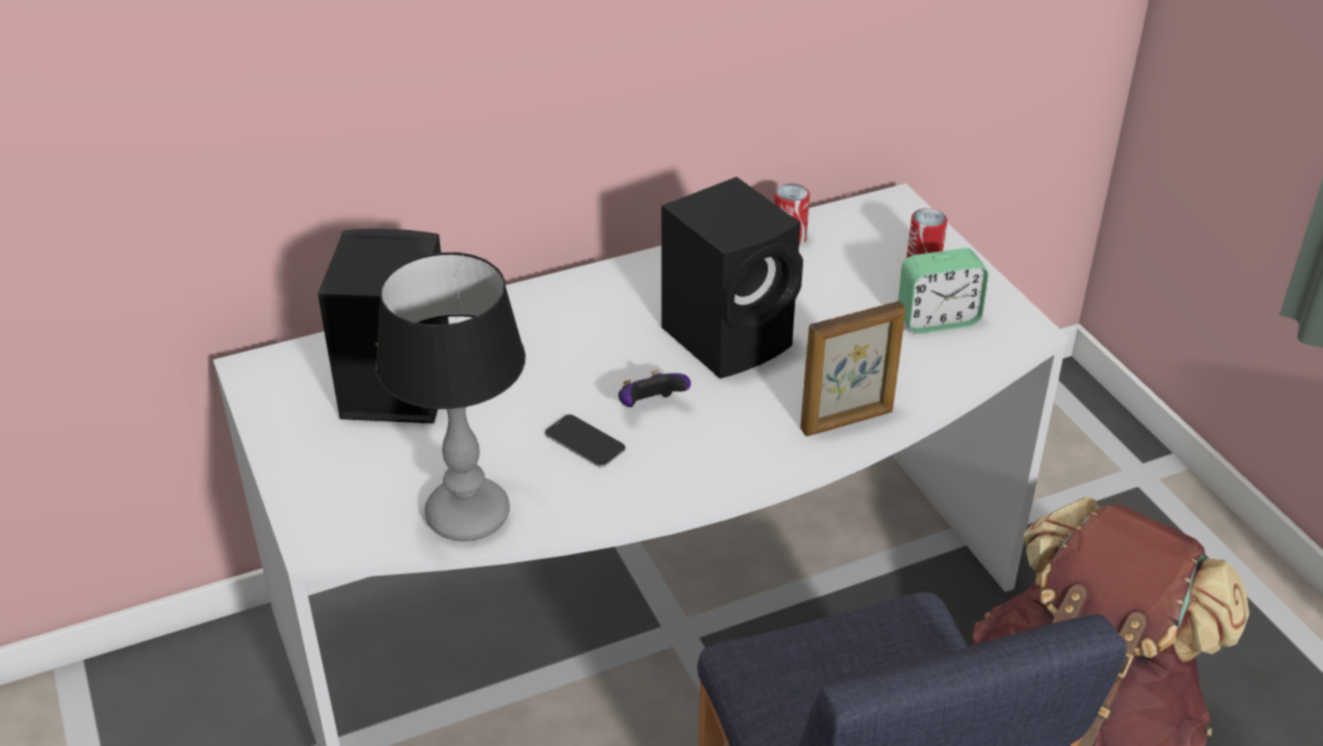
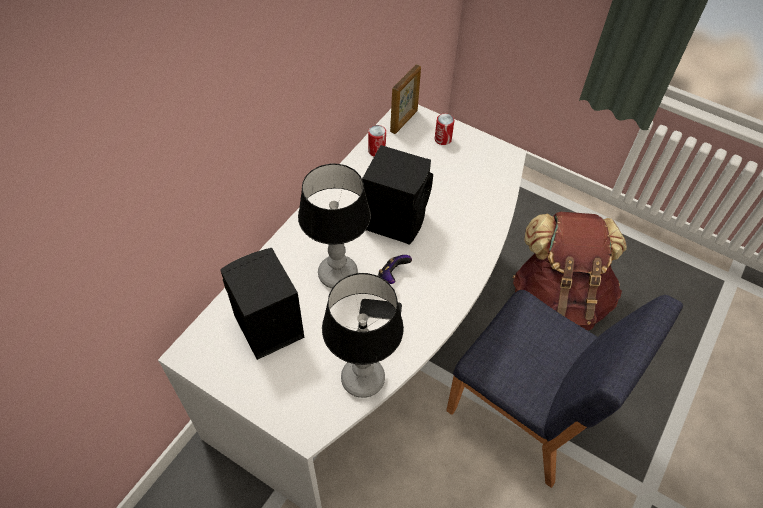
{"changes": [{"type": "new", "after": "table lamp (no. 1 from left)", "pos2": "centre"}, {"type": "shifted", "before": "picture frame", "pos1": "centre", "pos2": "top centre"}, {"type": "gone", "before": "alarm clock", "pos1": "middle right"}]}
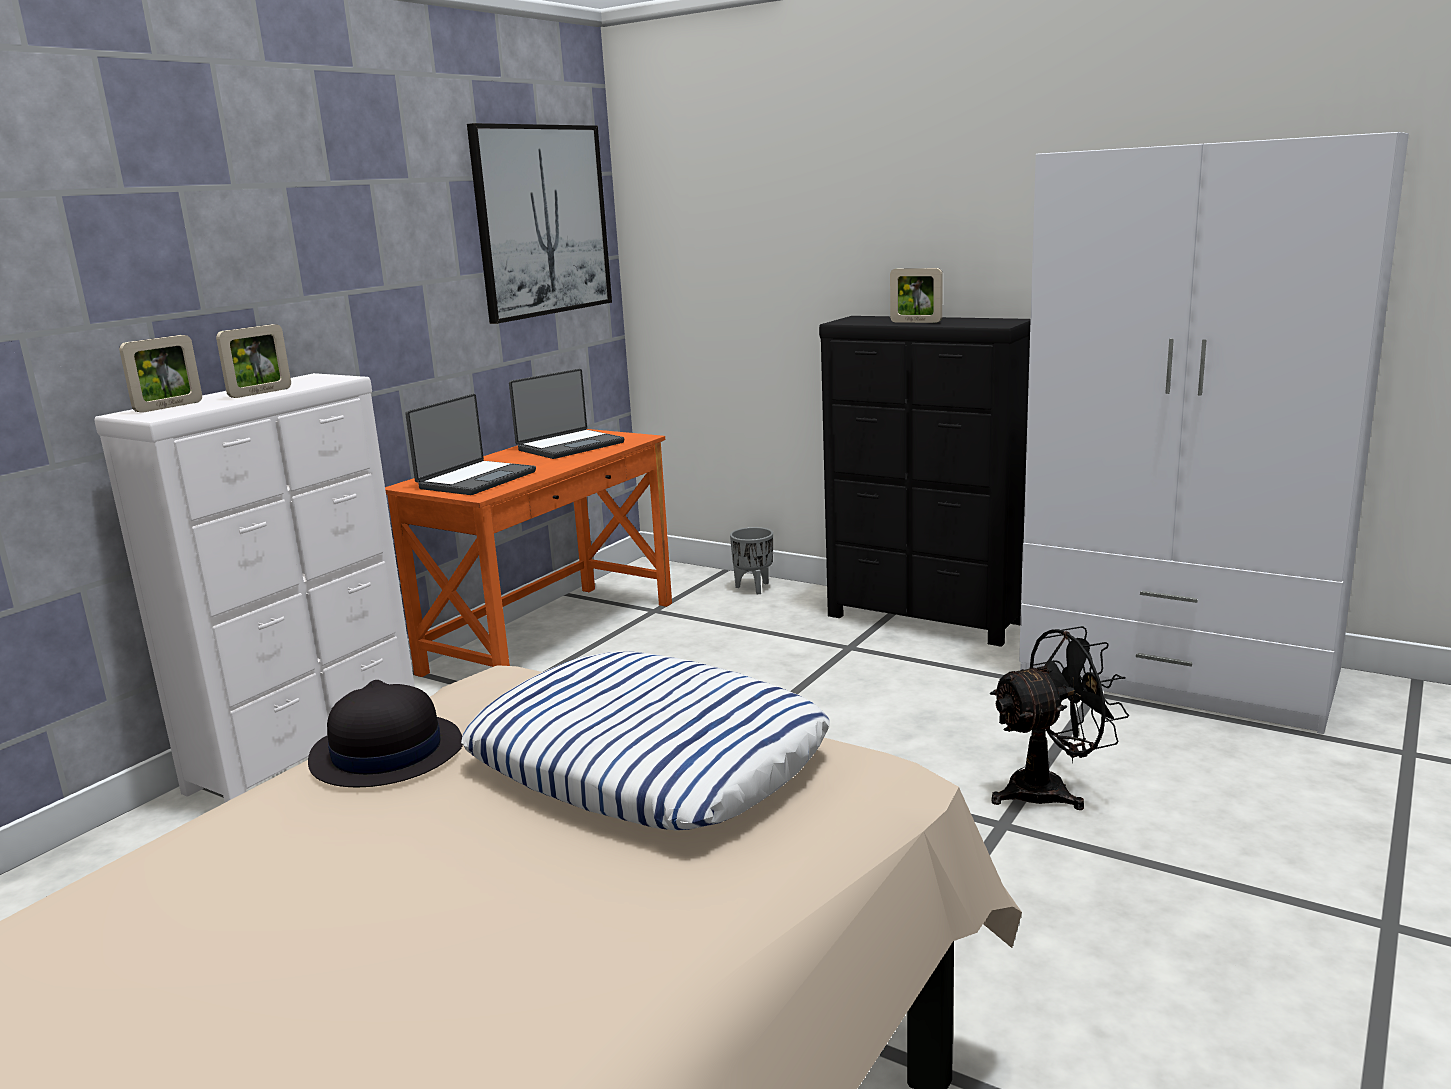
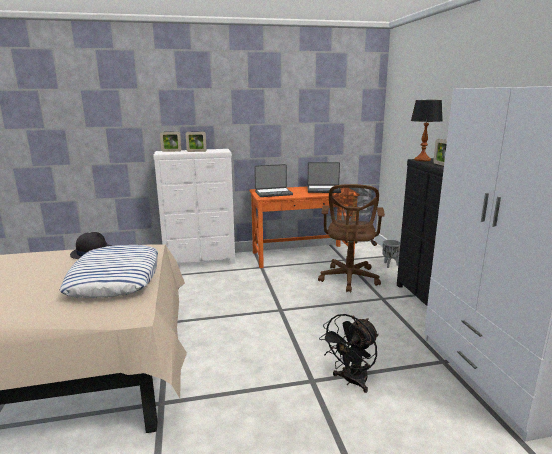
{"changes": [{"type": "new", "after": "brown office chair", "pos2": "centre"}, {"type": "rotated", "before": "black fan", "pos1": "middle right", "pos2": "bottom centre", "turn": 105}, {"type": "new", "after": "table lamp", "pos2": "top right"}, {"type": "gone", "before": "picture", "pos1": "top centre"}]}
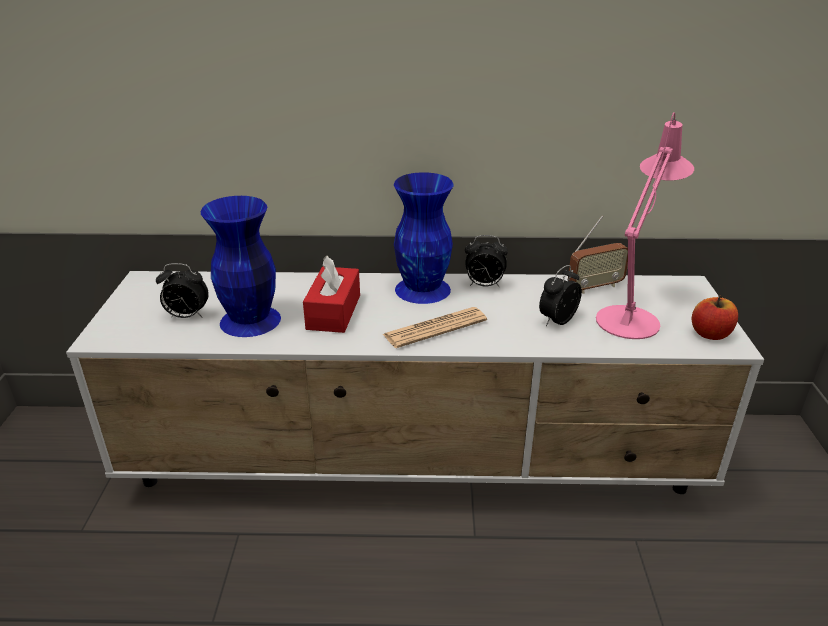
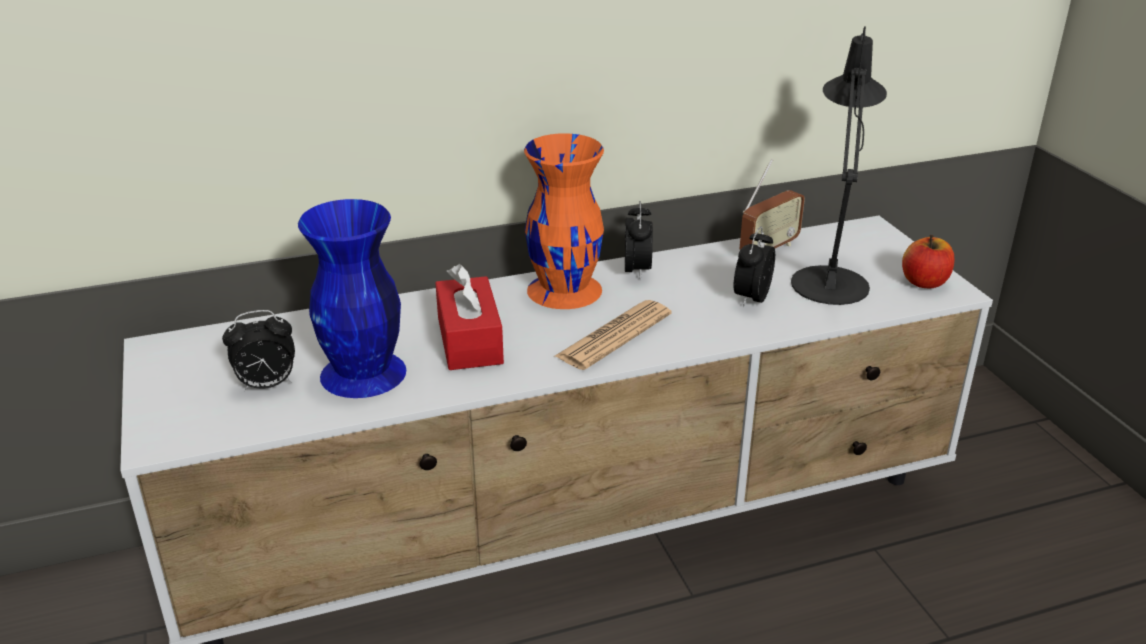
{"changes": [{"type": "repainted", "before": "blue vase (no. 2 from left)", "after": "orange vase", "pos1": "centre", "pos2": "centre"}, {"type": "rotated", "before": "alarm clock (no. 2 from left)", "pos1": "centre", "pos2": "centre", "turn": -75}, {"type": "repainted", "before": "pink table lamp", "after": "black table lamp", "pos1": "middle right", "pos2": "top right"}]}
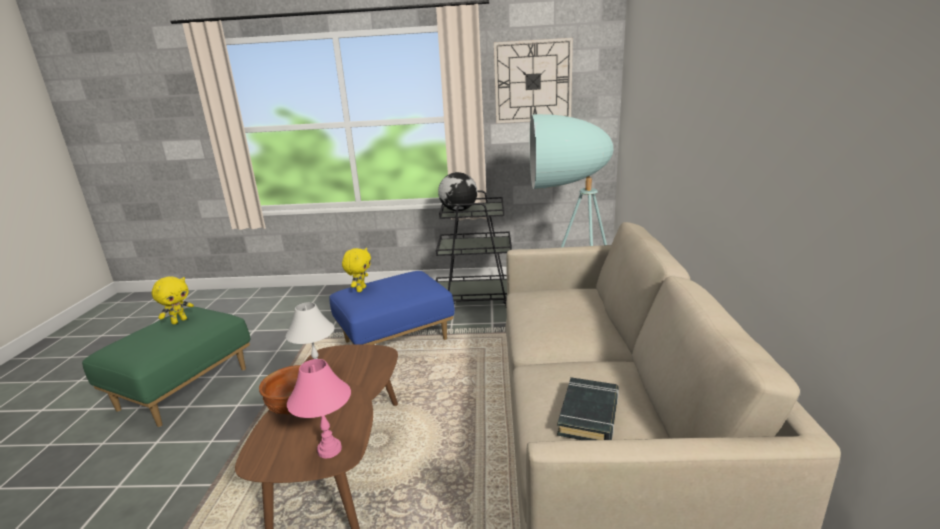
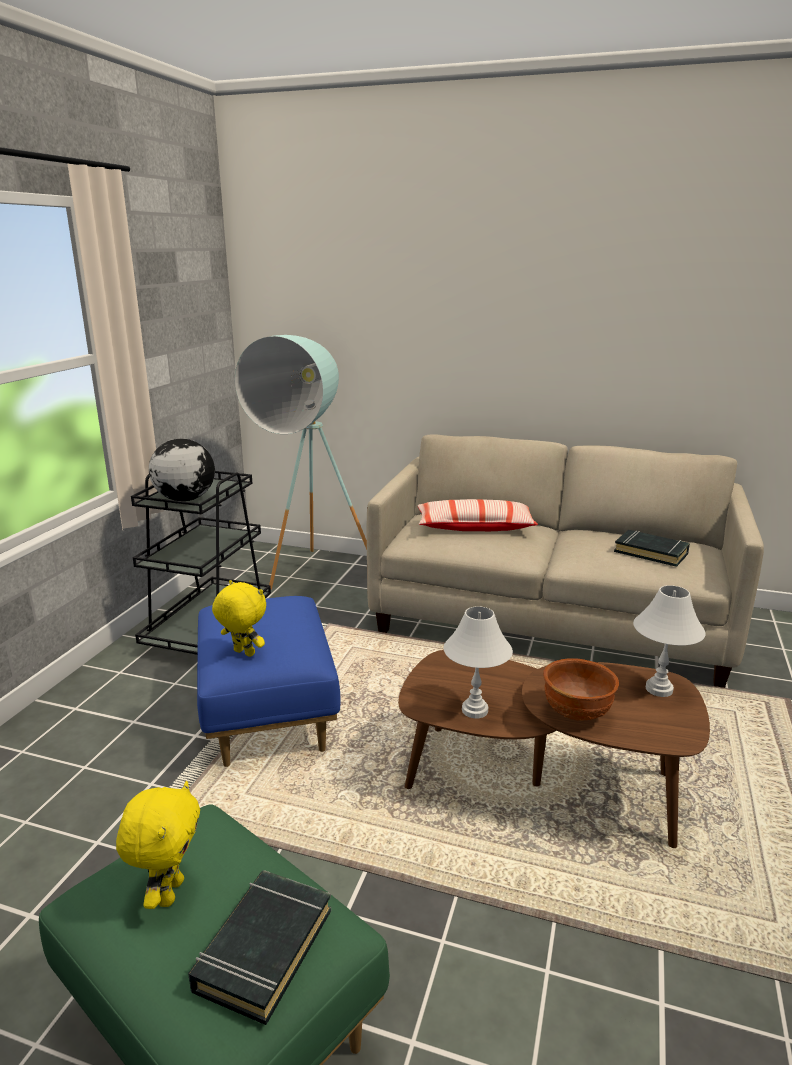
{"changes": [{"type": "rotated", "before": "yellow plush toy (no. 1 from left)", "pos1": "middle left", "pos2": "bottom left", "turn": 45}, {"type": "new", "after": "black book (no. 1 from left)", "pos2": "bottom left"}, {"type": "new", "after": "pillow", "pos2": "centre"}, {"type": "repainted", "before": "pink table lamp", "after": "white table lamp (no. 2 from left)", "pos1": "bottom centre", "pos2": "middle right"}, {"type": "gone", "before": "wall clock", "pos1": "top centre"}]}
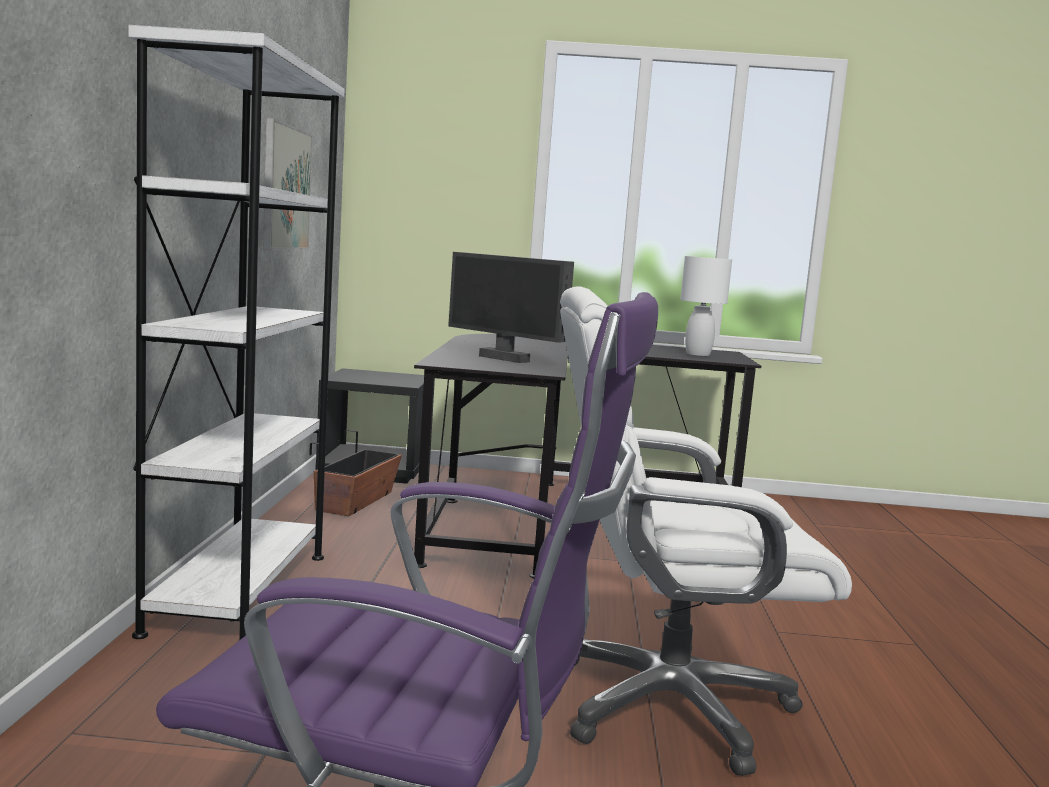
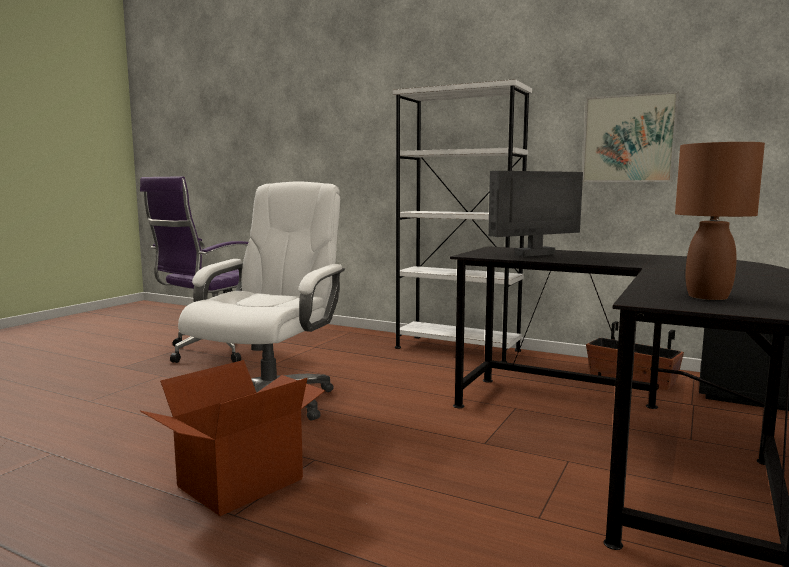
{"changes": [{"type": "new", "after": "cardboard box", "pos2": "bottom left"}, {"type": "repainted", "before": "white table lamp", "after": "brown table lamp", "pos1": "middle right", "pos2": "middle right"}]}
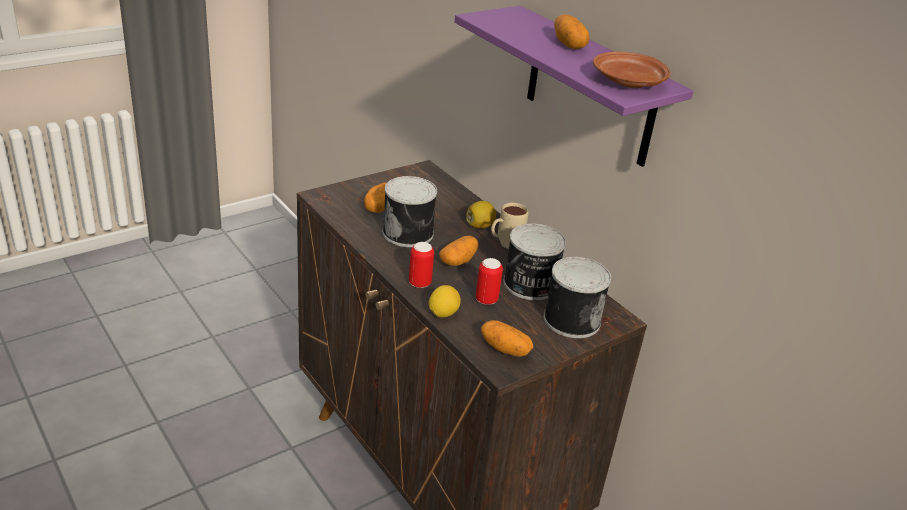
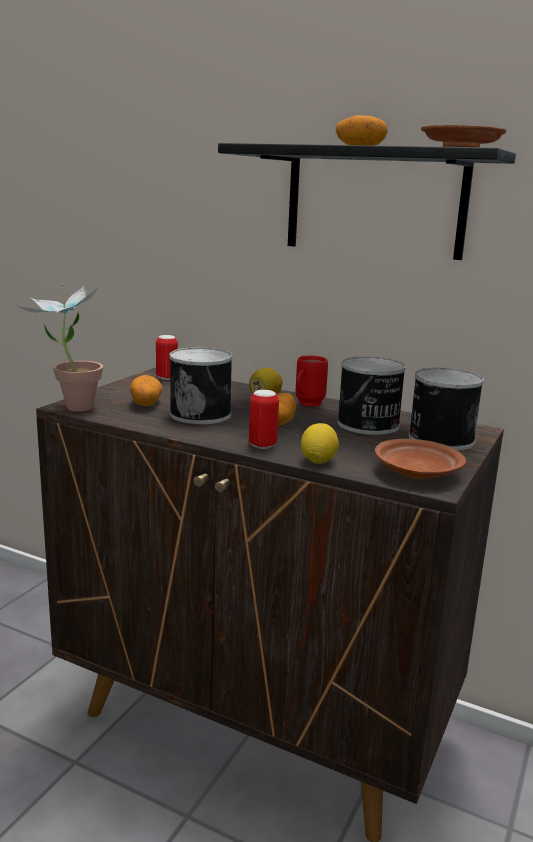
{"changes": [{"type": "new", "after": "potted plant", "pos2": "middle left"}, {"type": "shifted", "before": "can (no. 3 from left in the first image)", "after": "can (no. 1 from left)", "pos1": "centre", "pos2": "middle left"}, {"type": "repainted", "before": "purple shelf", "after": "black shelf", "pos1": "top centre", "pos2": "top right"}, {"type": "repainted", "before": "beige mug", "after": "red mug", "pos1": "centre", "pos2": "centre"}, {"type": "swapped", "before": "potato (no. 3 from left)", "after": "brown plate (no. 1 from left)", "pos1": "centre", "pos2": "middle right"}]}
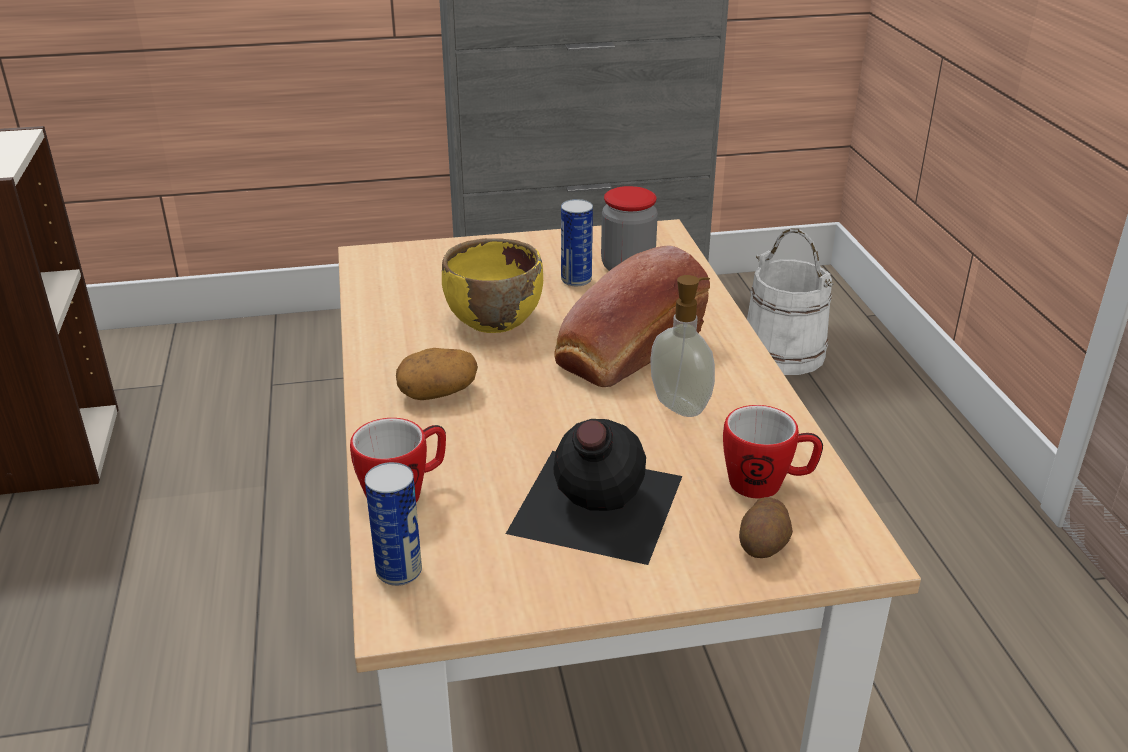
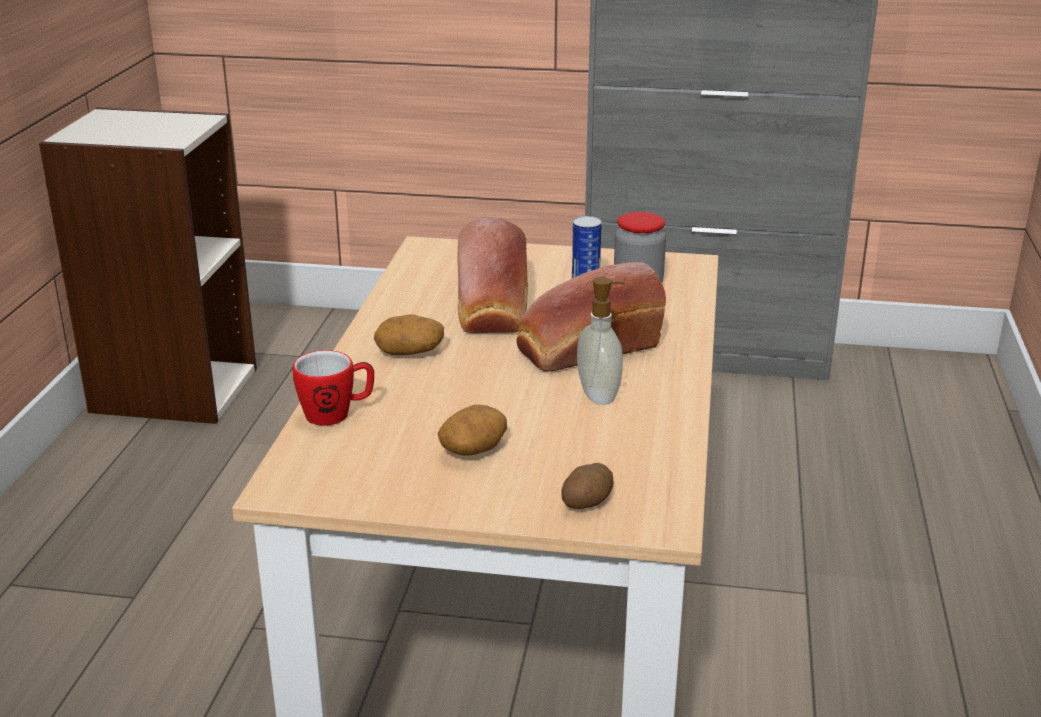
{"changes": [{"type": "swapped", "before": "black bottle", "after": "potato (no. 2 from left)", "pos1": "centre", "pos2": "centre"}, {"type": "swapped", "before": "yellow bowl", "after": "bread (no. 1 from left)", "pos1": "centre", "pos2": "centre"}, {"type": "gone", "before": "can (no. 1 from left)", "pos1": "bottom centre"}, {"type": "gone", "before": "mug (no. 2 from left)", "pos1": "middle right"}, {"type": "gone", "before": "white bucket", "pos1": "middle right"}]}
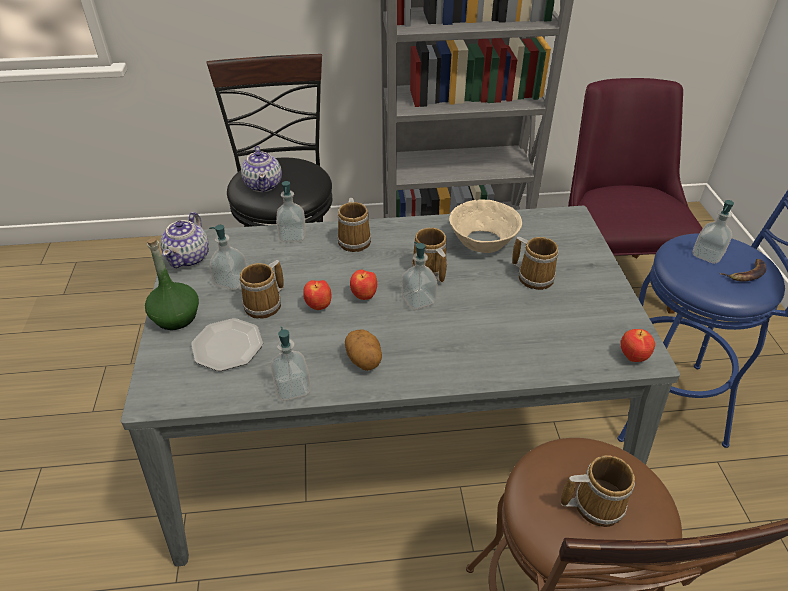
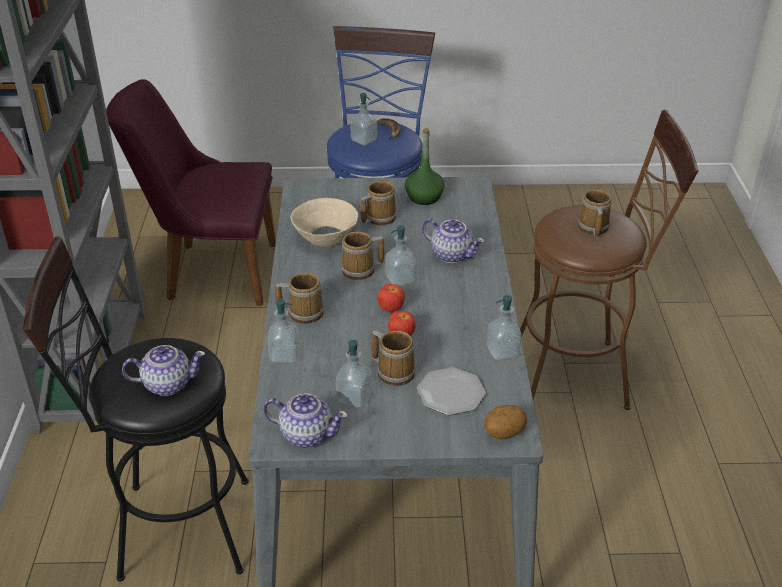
{"changes": [{"type": "shifted", "before": "green bottle", "pos1": "middle left", "pos2": "top centre"}, {"type": "new", "after": "teapot (no. 3 from left)", "pos2": "centre"}, {"type": "shifted", "before": "potato", "pos1": "centre", "pos2": "bottom centre"}, {"type": "gone", "before": "apple (no. 3 from left)", "pos1": "middle right"}]}
